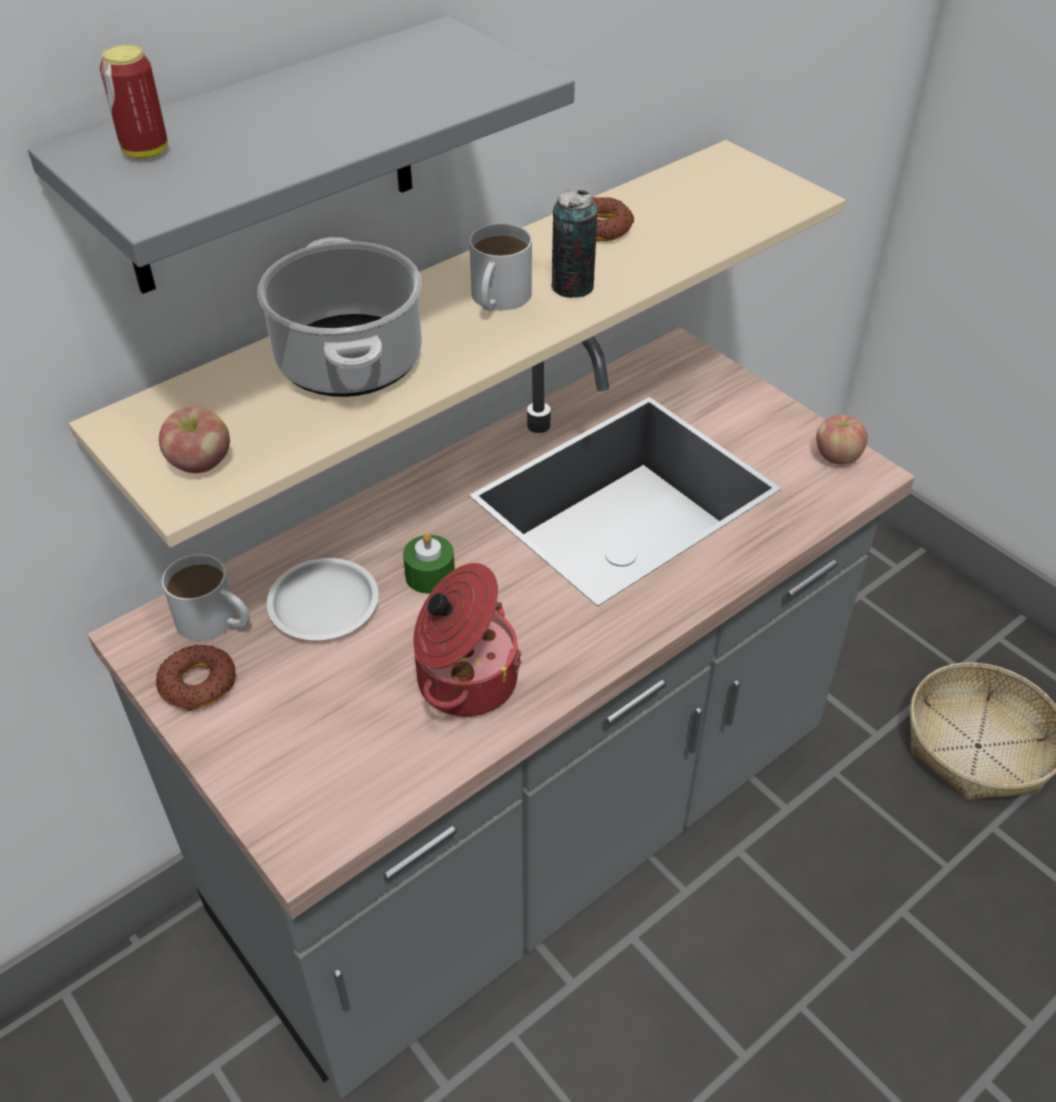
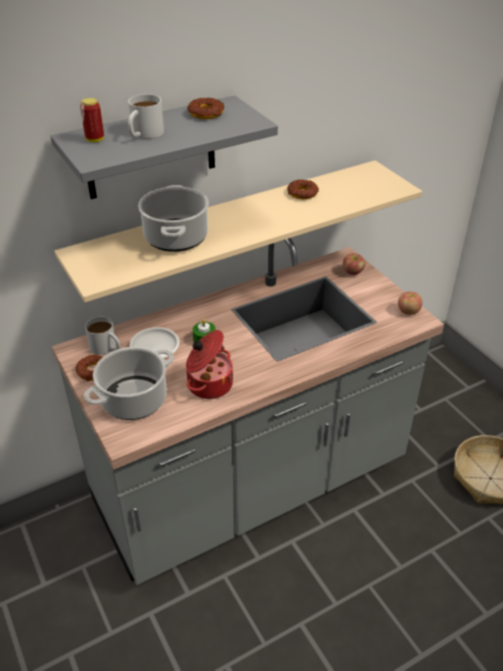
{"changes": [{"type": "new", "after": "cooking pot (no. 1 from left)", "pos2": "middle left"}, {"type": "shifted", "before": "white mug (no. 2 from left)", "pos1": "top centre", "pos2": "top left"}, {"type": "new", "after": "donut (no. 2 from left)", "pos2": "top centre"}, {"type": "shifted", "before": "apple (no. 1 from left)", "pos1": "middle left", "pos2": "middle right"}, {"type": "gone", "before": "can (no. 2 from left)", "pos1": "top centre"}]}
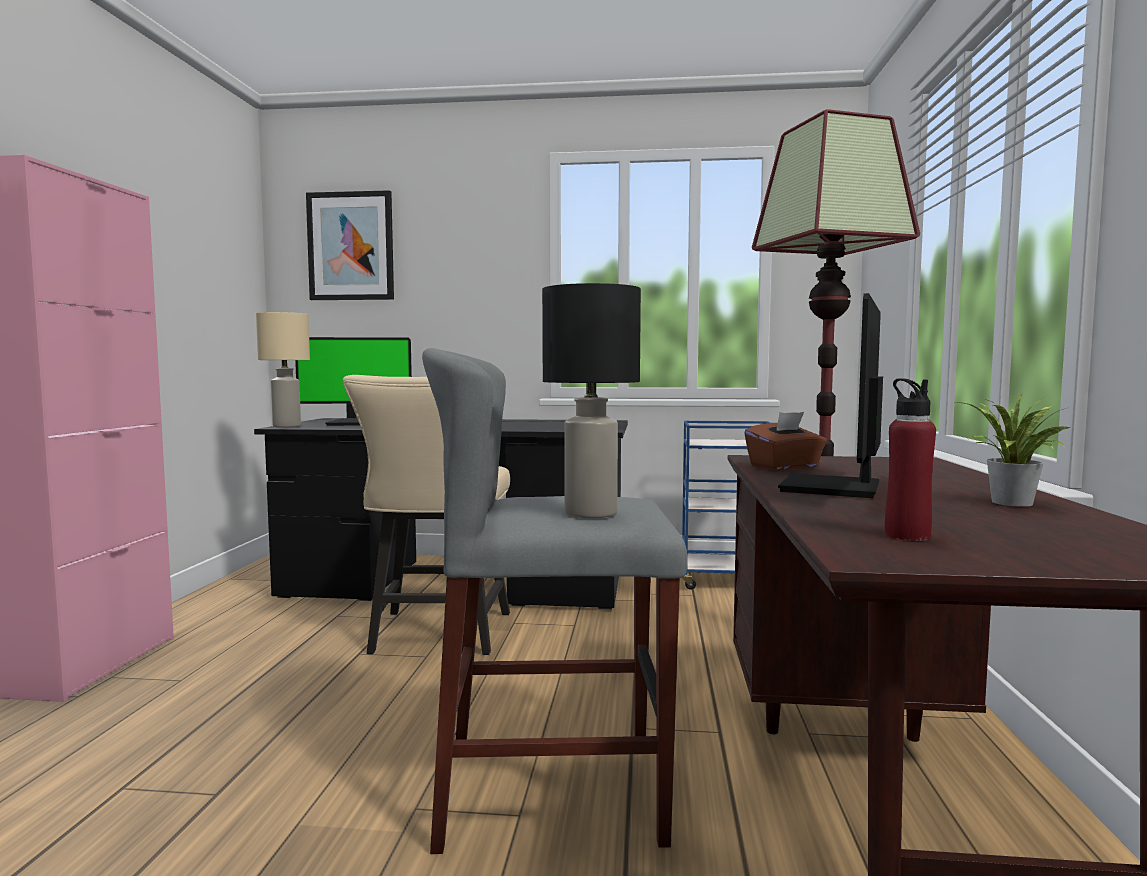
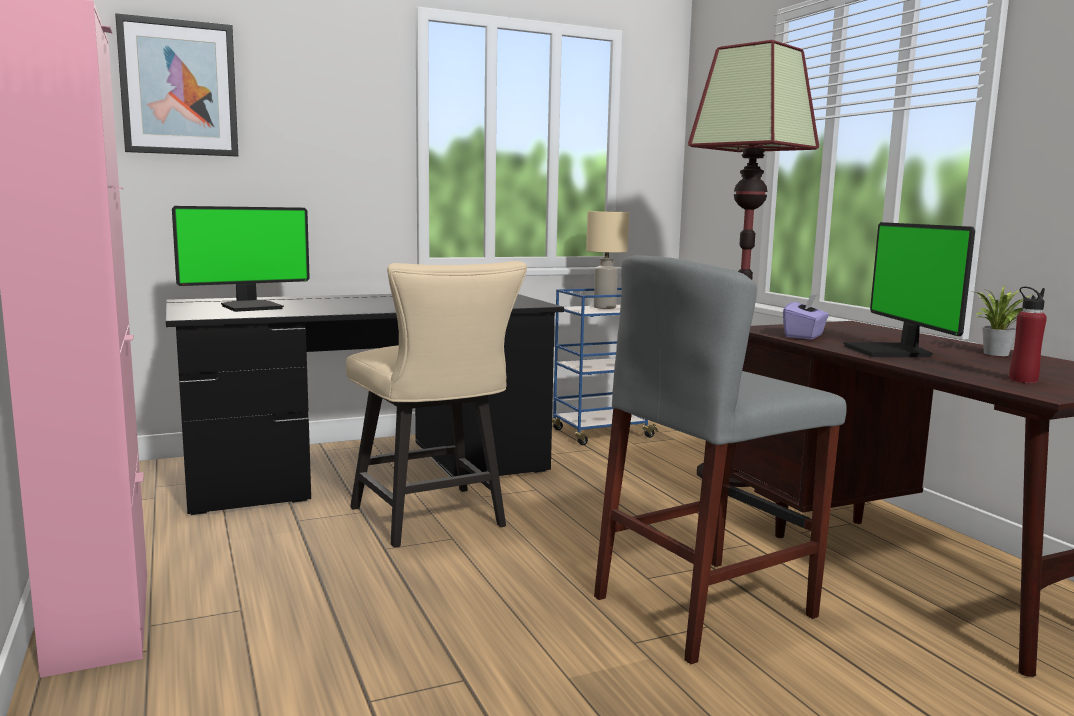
{"changes": [{"type": "shifted", "before": "beige table lamp", "pos1": "middle left", "pos2": "centre"}, {"type": "repainted", "before": "brown tissue box", "after": "purple tissue box", "pos1": "middle right", "pos2": "middle right"}, {"type": "gone", "before": "black table lamp", "pos1": "centre"}]}
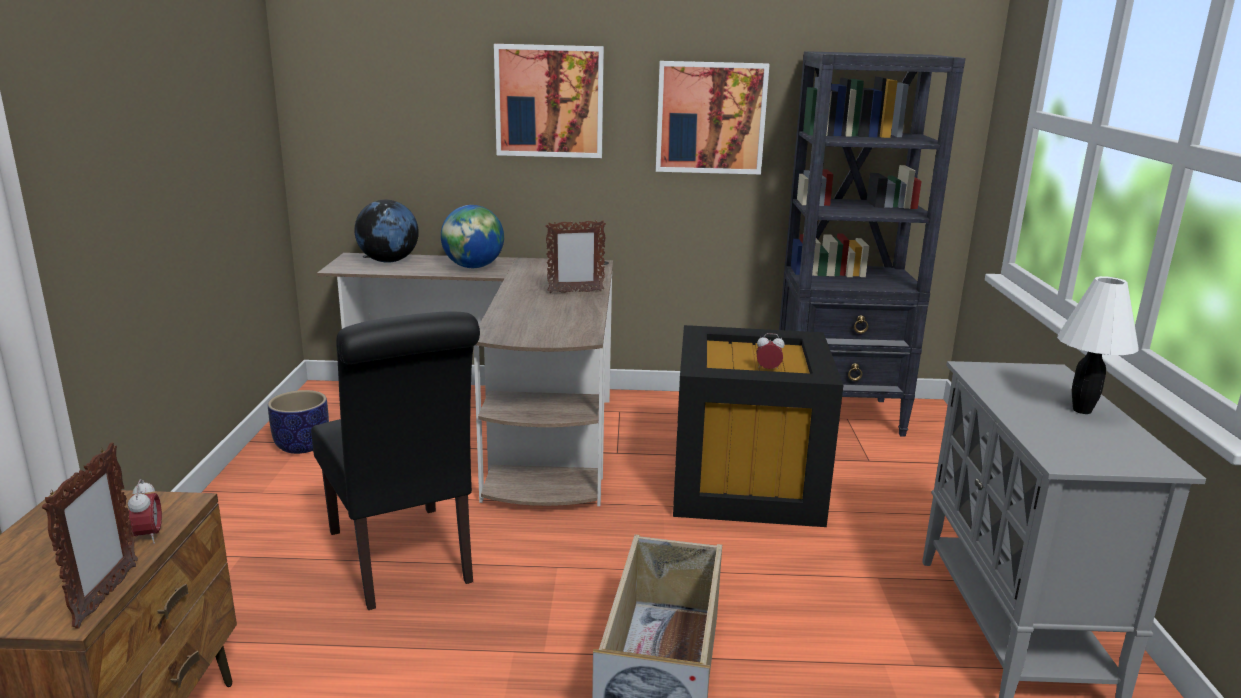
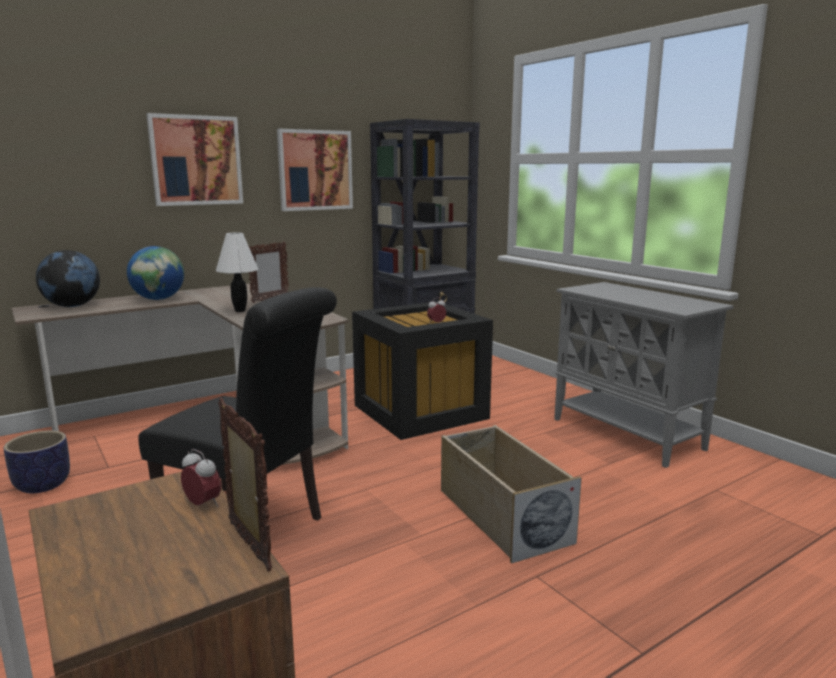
{"changes": [{"type": "shifted", "before": "white table lamp", "pos1": "middle right", "pos2": "middle left"}]}
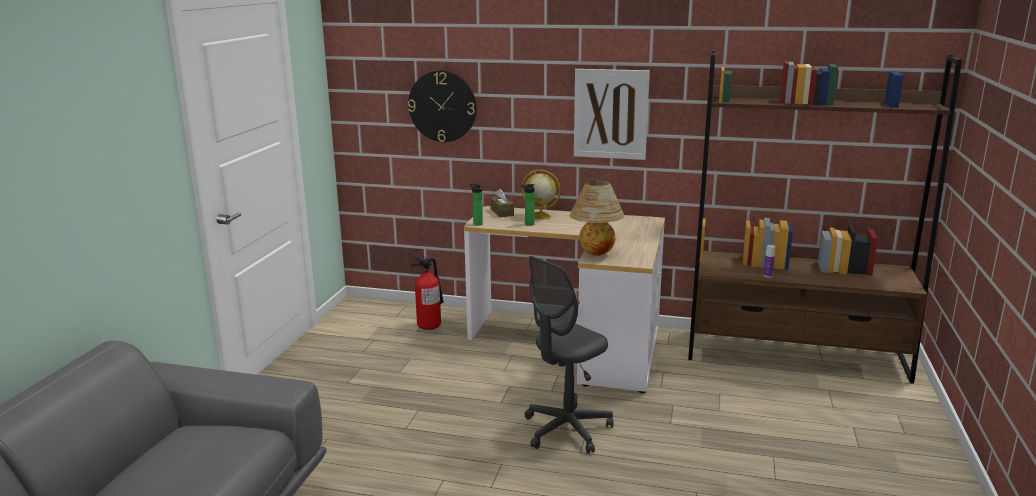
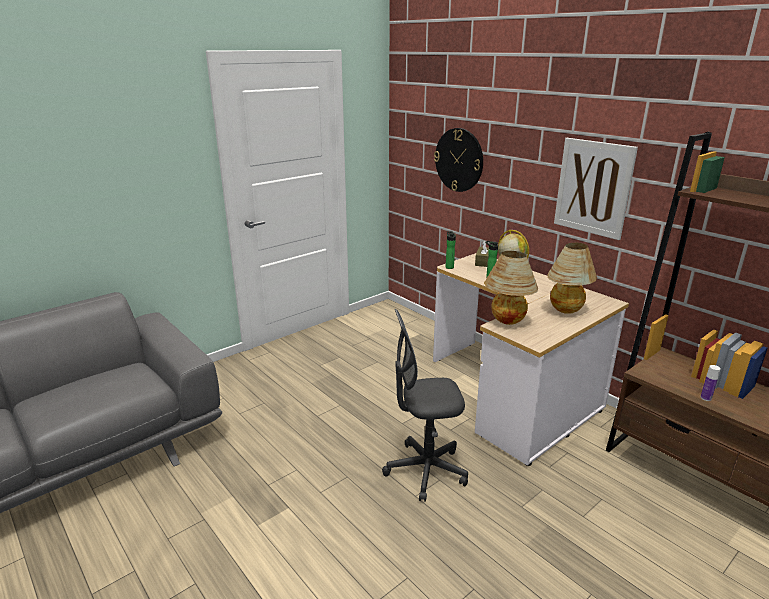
{"changes": [{"type": "new", "after": "table lamp (no. 2 from left)", "pos2": "middle right"}, {"type": "gone", "before": "fire extinguisher", "pos1": "centre"}]}
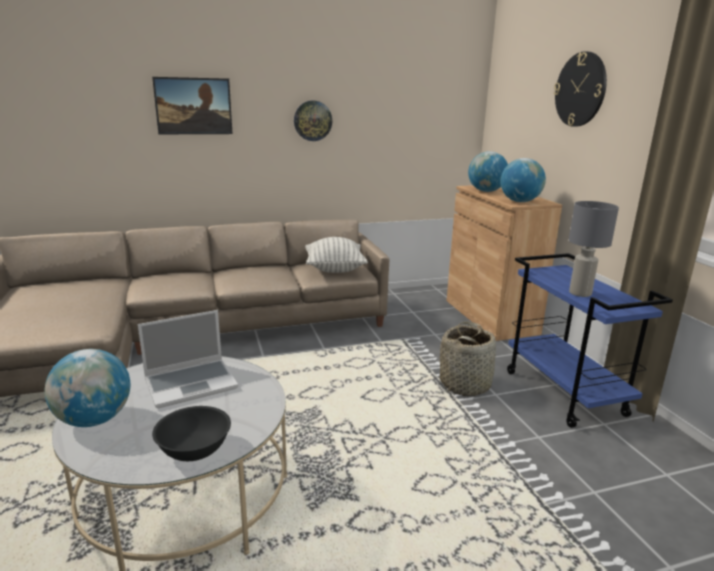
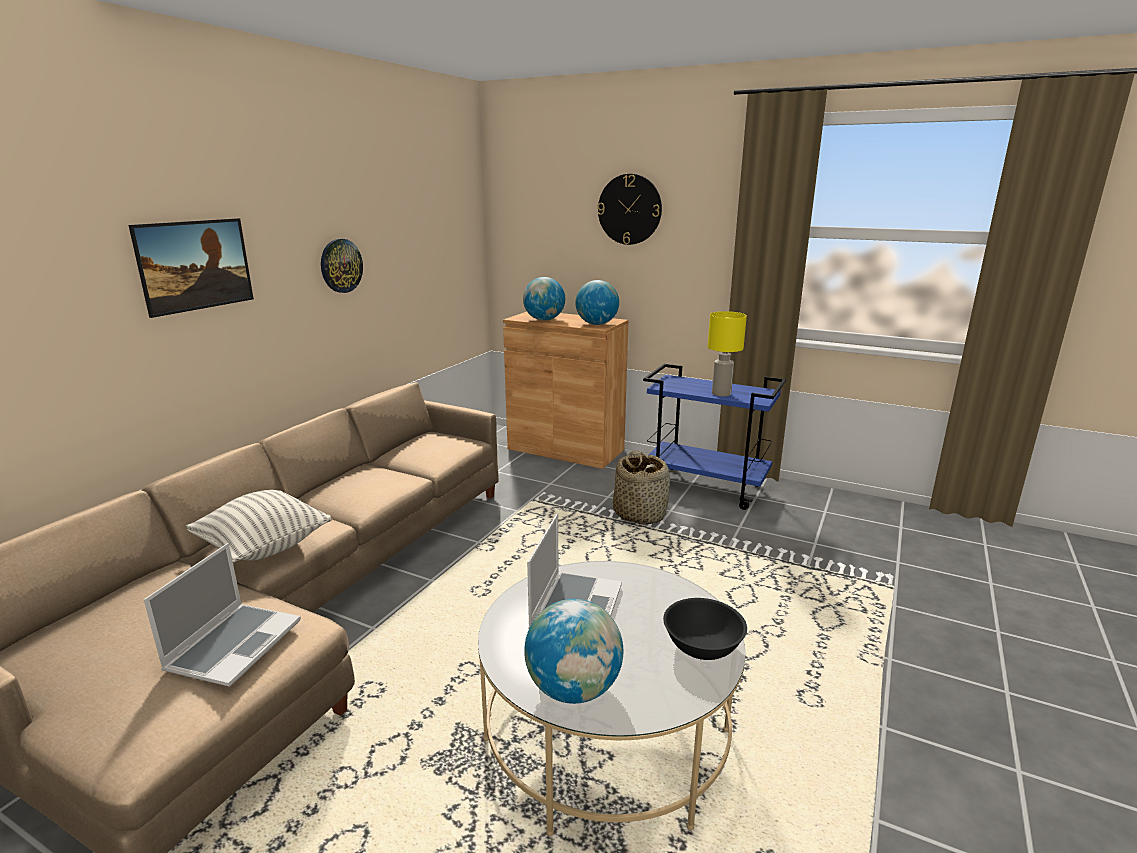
{"changes": [{"type": "new", "after": "laptop (no. 1 from left)", "pos2": "bottom left"}, {"type": "shifted", "before": "pillow", "pos1": "centre", "pos2": "middle left"}, {"type": "repainted", "before": "grey table lamp", "after": "yellow table lamp", "pos1": "middle right", "pos2": "centre"}]}
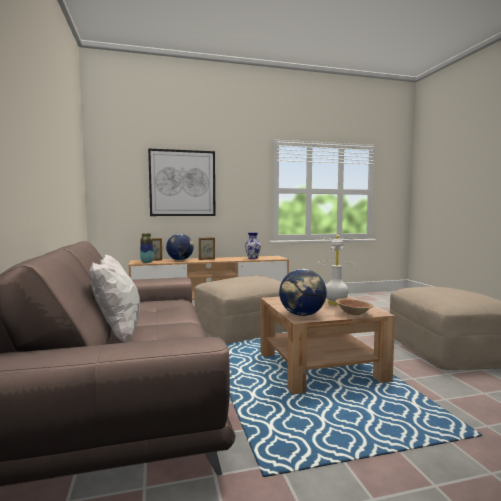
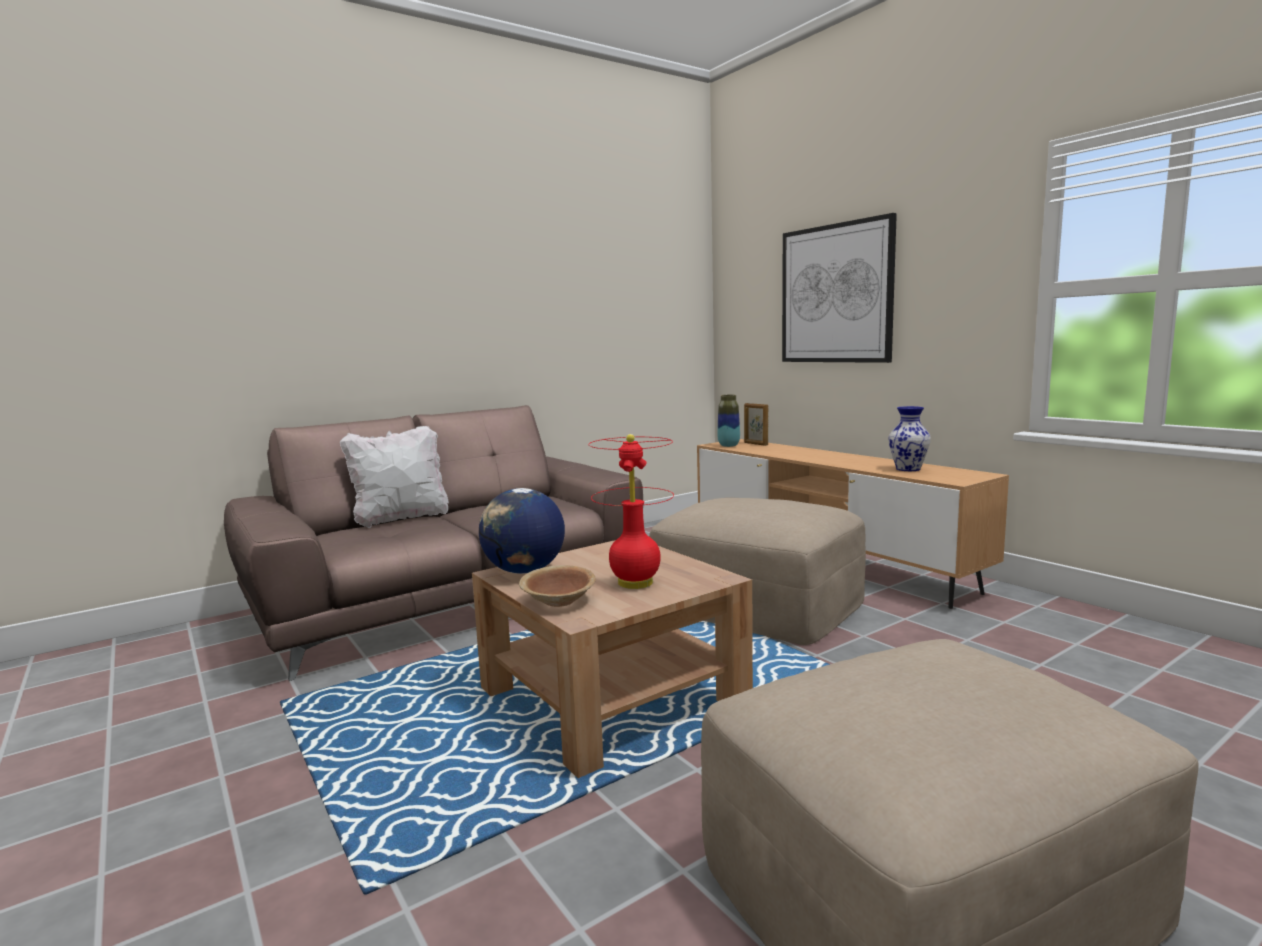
{"changes": [{"type": "repainted", "before": "white table lamp", "after": "red table lamp", "pos1": "middle right", "pos2": "centre"}, {"type": "gone", "before": "globe (no. 1 from left)", "pos1": "centre"}, {"type": "gone", "before": "picture frame (no. 2 from left)", "pos1": "centre"}]}
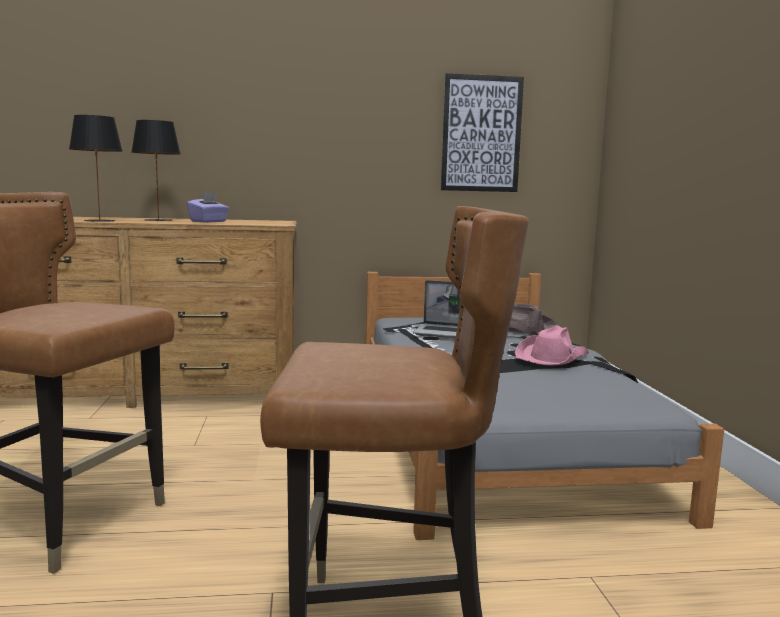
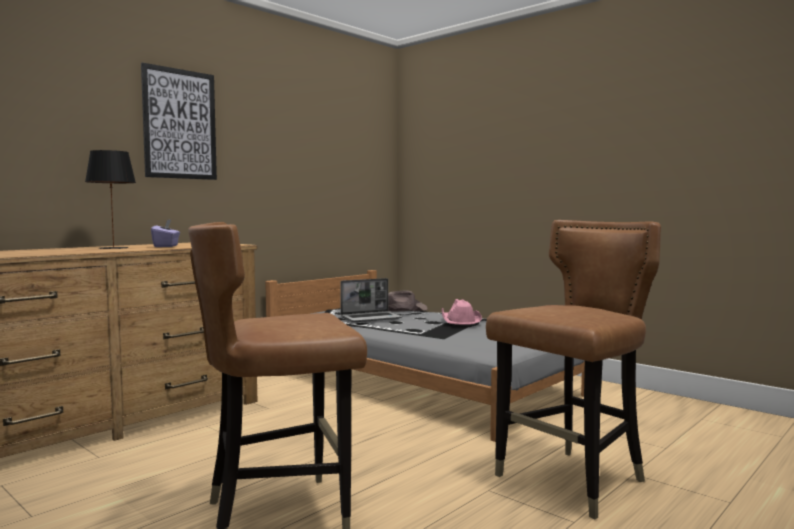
{"changes": [{"type": "shifted", "before": "picture", "pos1": "top centre", "pos2": "top left"}, {"type": "gone", "before": "black table lamp (no. 1 from left)", "pos1": "top left"}]}
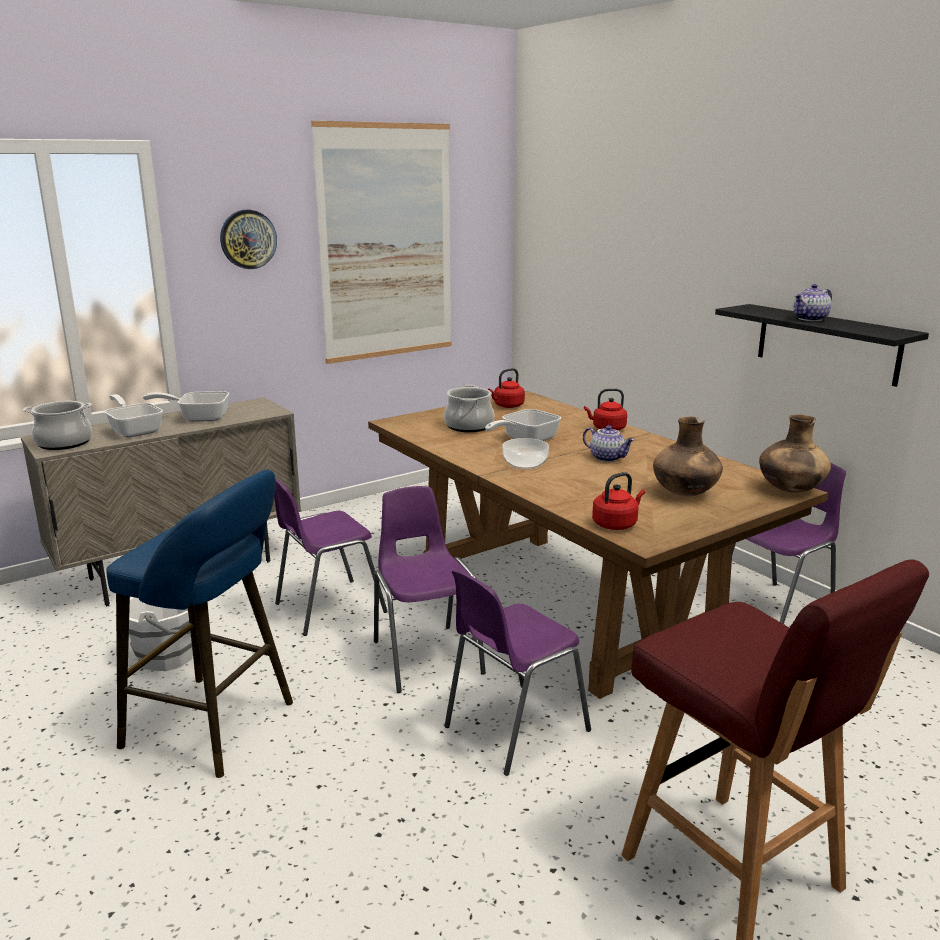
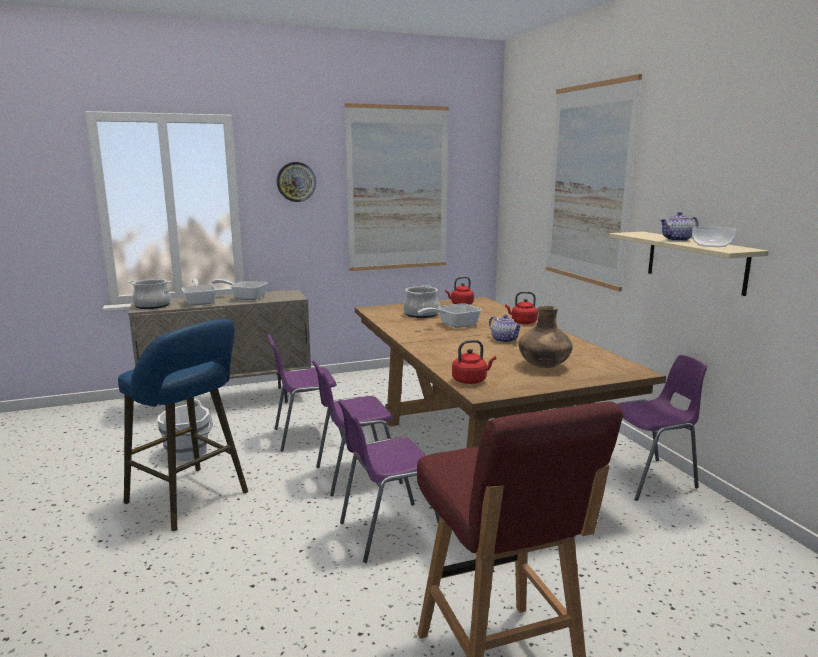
{"changes": [{"type": "rotated", "before": "purple chair (no. 2 from left)", "pos1": "centre", "pos2": "centre", "turn": -105}, {"type": "new", "after": "picture (no. 2 from left)", "pos2": "top right"}, {"type": "repainted", "before": "black shelf", "after": "beige shelf", "pos1": "middle right", "pos2": "middle right"}, {"type": "shifted", "before": "bowl", "pos1": "centre", "pos2": "middle right"}, {"type": "gone", "before": "brown vase (no. 2 from left)", "pos1": "middle right"}]}
